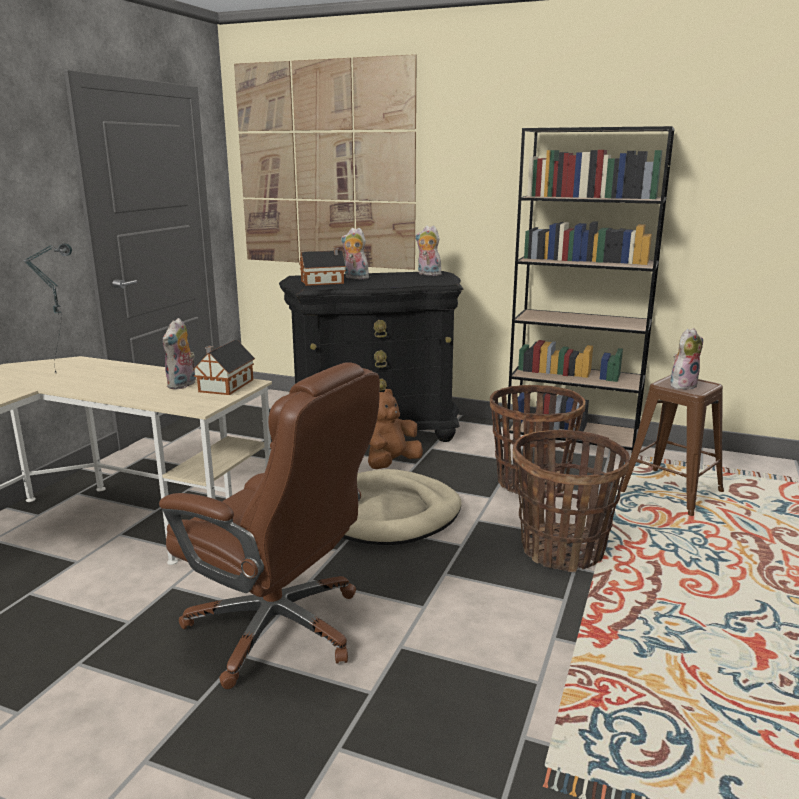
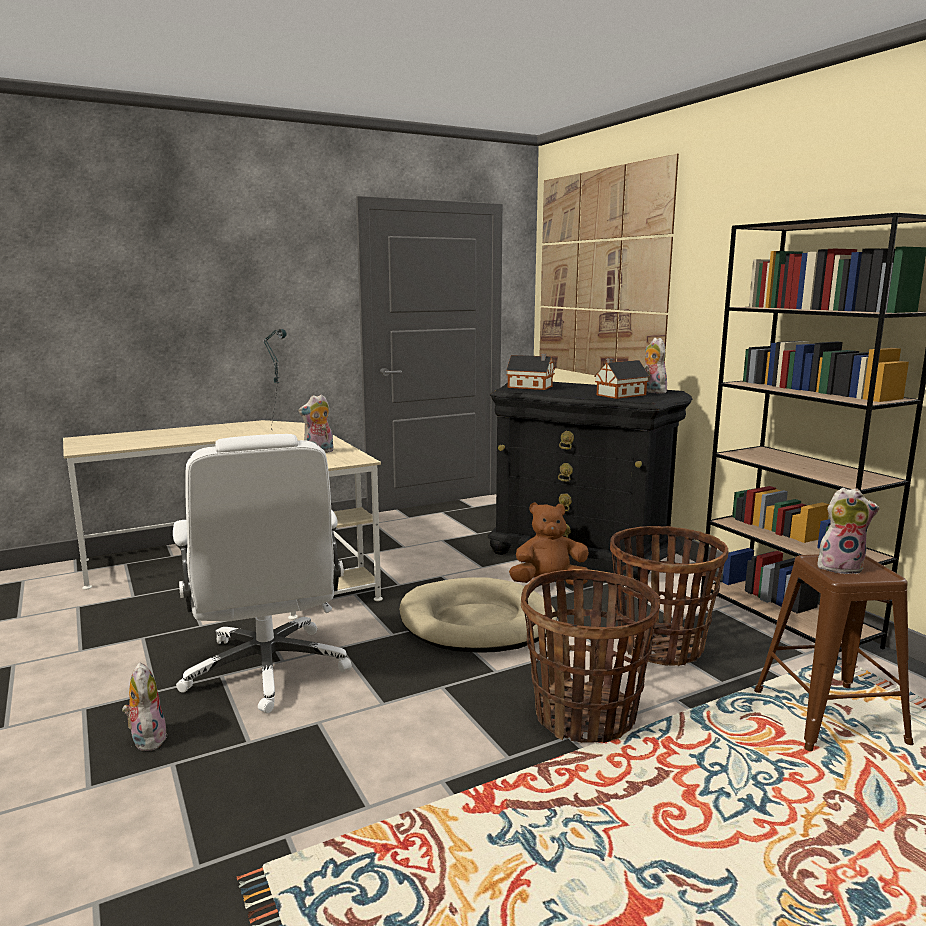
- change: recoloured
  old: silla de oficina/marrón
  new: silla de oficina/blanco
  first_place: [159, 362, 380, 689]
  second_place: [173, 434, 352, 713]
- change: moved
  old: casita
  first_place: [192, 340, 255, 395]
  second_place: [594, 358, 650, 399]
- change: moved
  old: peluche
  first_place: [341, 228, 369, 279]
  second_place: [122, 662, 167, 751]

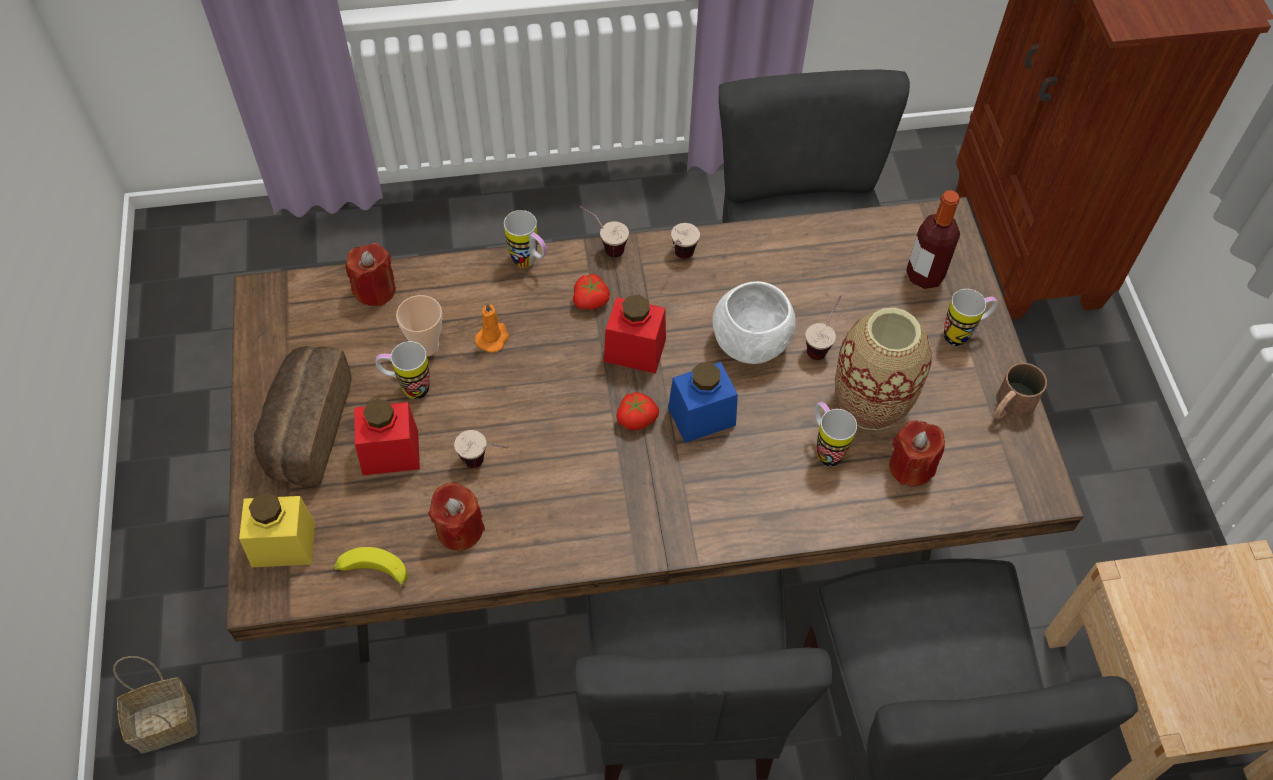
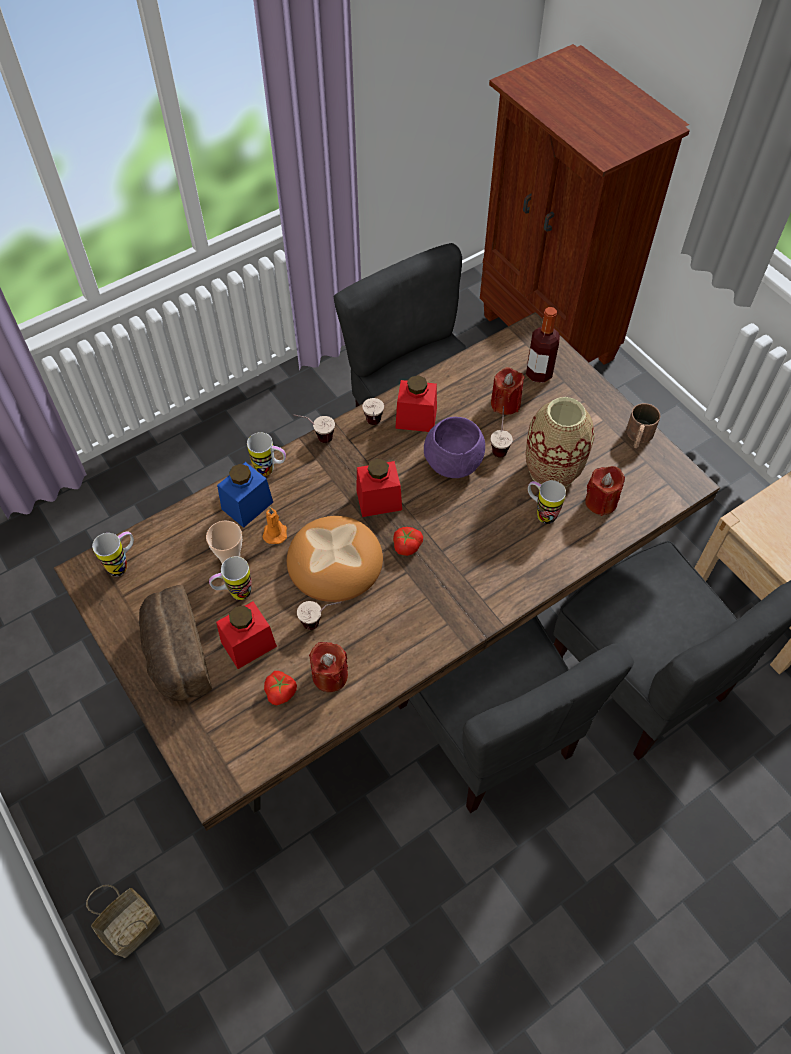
- change: removed
  old: tarro/amarillo
  first_place: [239, 492, 315, 567]
- change: removed
  old: plátano
  first_place: [333, 547, 408, 588]
- change: moved
  old: vela/rojo
  first_place: [345, 243, 396, 307]
  second_place: [491, 367, 525, 415]
- change: moved
  old: tomate
  first_place: [573, 274, 610, 310]
  second_place: [264, 671, 297, 705]
- change: moved
  old: tarro/azul
  first_place: [668, 362, 738, 443]
  second_place: [217, 462, 273, 528]
- change: recoloured
  old: cuenco/blanco
  new: cuenco/morado
  first_place: [712, 281, 796, 364]
  second_place: [424, 417, 485, 478]
- change: moved
  old: taza grande
  first_place: [944, 289, 998, 346]
  second_place: [92, 531, 134, 576]
- change: added
  new: pan
  second_place: [287, 516, 383, 602]
- change: added
  new: tarro/rojo
  second_place: [395, 375, 437, 432]

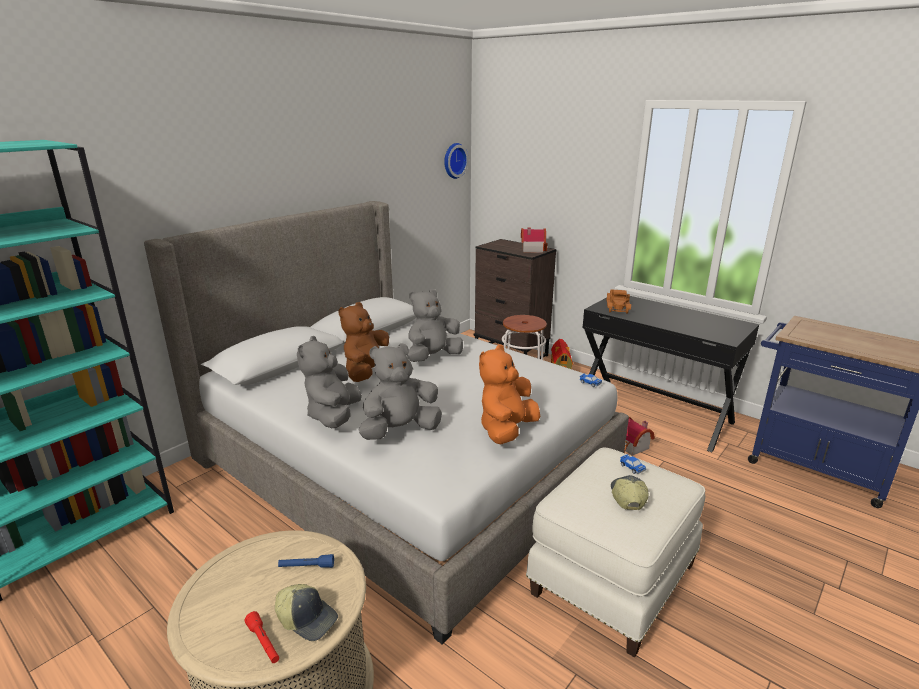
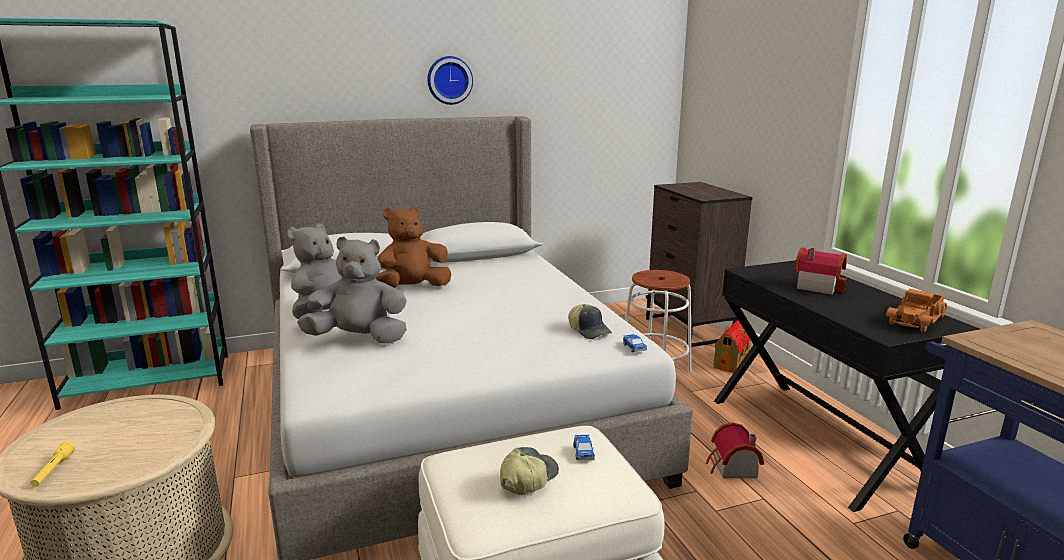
- change: recoloured
  old: linterna/rojo
  new: linterna/amarillo
  first_place: [244, 611, 279, 663]
  second_place: [30, 442, 75, 487]
- change: moved
  old: gorra
  first_place: [275, 584, 338, 641]
  second_place: [568, 304, 612, 339]
- change: removed
  old: linterna/azul
  first_place: [278, 554, 334, 568]
- change: removed
  old: peluche/gris
  first_place: [407, 289, 463, 362]
- change: moved
  old: reloj de pared
  first_place: [444, 143, 469, 179]
  second_place: [427, 56, 473, 105]
- change: removed
  old: peluche/naranja
  first_place: [479, 344, 540, 444]
- change: moved
  old: casita
  first_place: [521, 228, 547, 253]
  second_place: [794, 247, 847, 295]
- change: moved
  old: camión de juguete
  first_place: [607, 289, 631, 314]
  second_place: [886, 289, 947, 332]

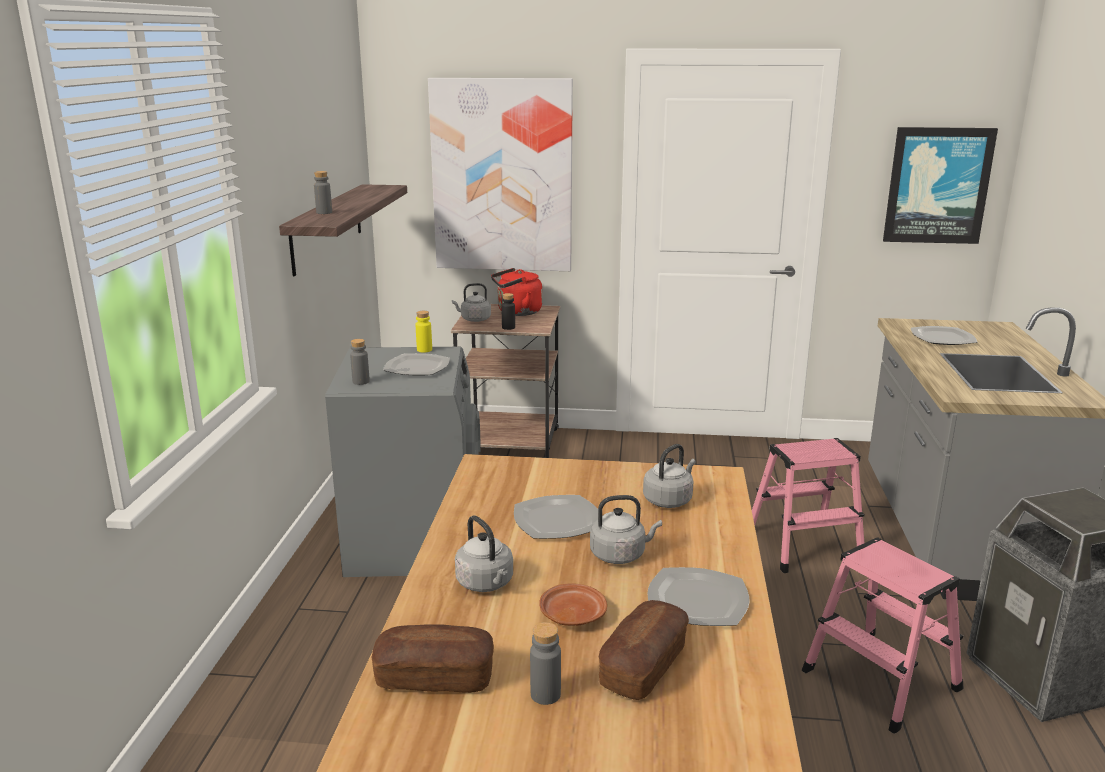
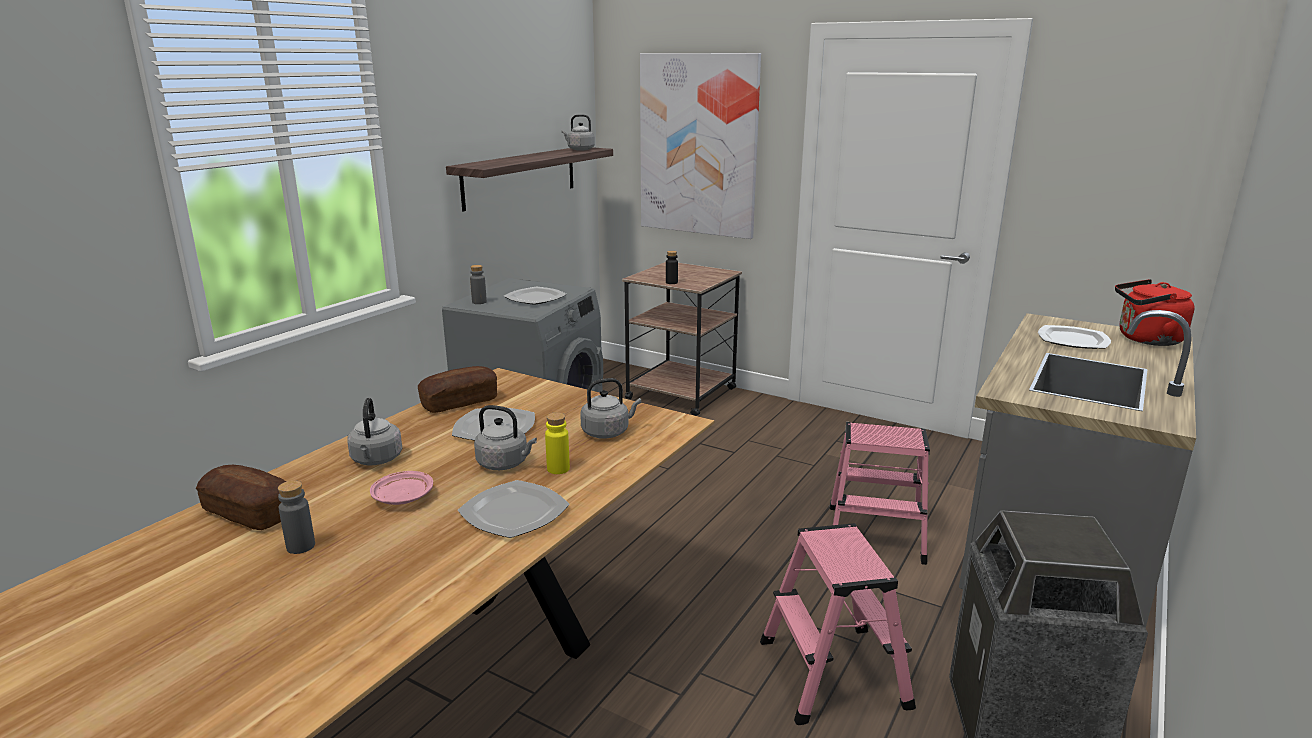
- change: removed
  old: botella/gris
  first_place: [314, 171, 332, 214]
- change: moved
  old: botella/amarillo
  first_place: [416, 311, 432, 352]
  second_place: [545, 412, 570, 474]
- change: moved
  old: hervidor/gris
  first_place: [452, 283, 491, 322]
  second_place: [561, 114, 595, 150]
- change: moved
  old: hervidor/rojo
  first_place: [491, 268, 542, 316]
  second_place: [1115, 279, 1195, 346]
- change: recoloured
  old: plato/marrón
  new: plato/rosa
  first_place: [539, 583, 607, 626]
  second_place: [370, 471, 433, 505]
- change: moved
  old: pan
  first_place: [599, 600, 689, 700]
  second_place: [418, 366, 497, 413]
- change: removed
  old: cuadro
  first_place: [883, 127, 998, 244]

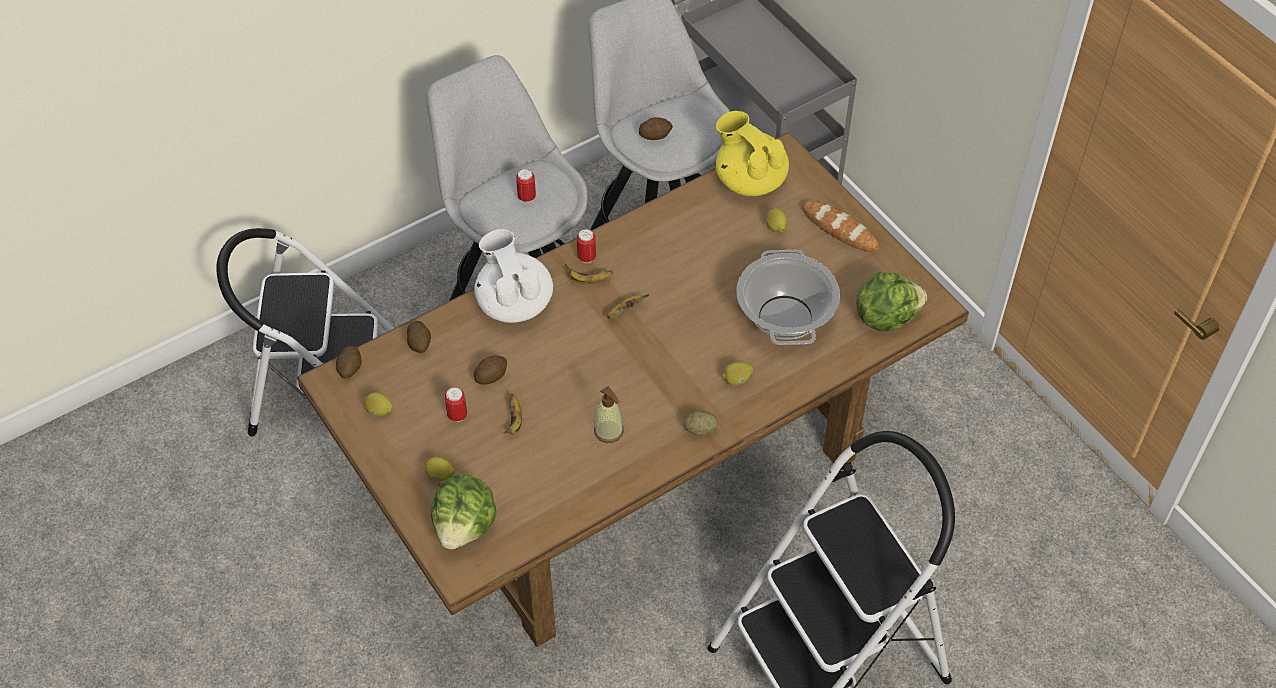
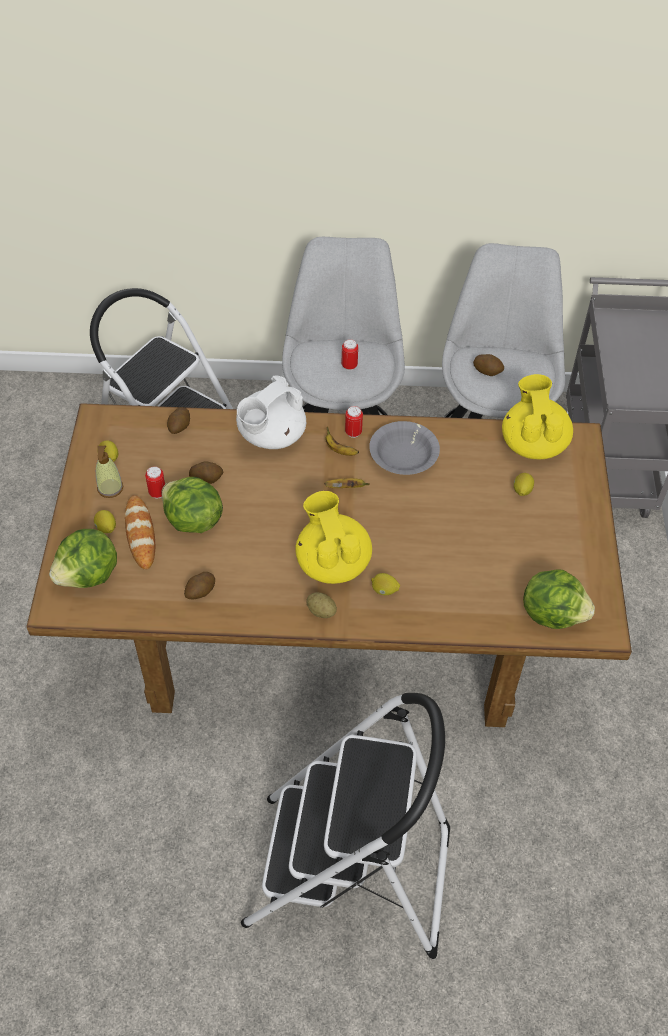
- change: moved
  old: patata
  first_place: [336, 346, 361, 379]
  second_place: [184, 572, 215, 599]
- change: turned
  old: tetera/blanco
  first_place: [474, 229, 553, 323]
  second_place: [236, 376, 306, 449]
  degrees: -150
- change: replaced
  old: plátano
  new: lechuga
  first_place: [504, 394, 522, 434]
  second_place: [162, 477, 223, 533]
- change: moved
  old: dispensador de jabón
  first_place: [594, 386, 624, 443]
  second_place: [96, 446, 123, 498]
- change: removed
  old: olla
  first_place: [737, 250, 840, 345]
- change: moved
  old: pan
  first_place: [802, 201, 879, 252]
  second_place: [125, 495, 155, 570]
- change: added
  new: tetera/amarillo
  second_place: [295, 491, 372, 584]
- change: added
  new: cuenco/gris
  second_place: [369, 421, 440, 475]

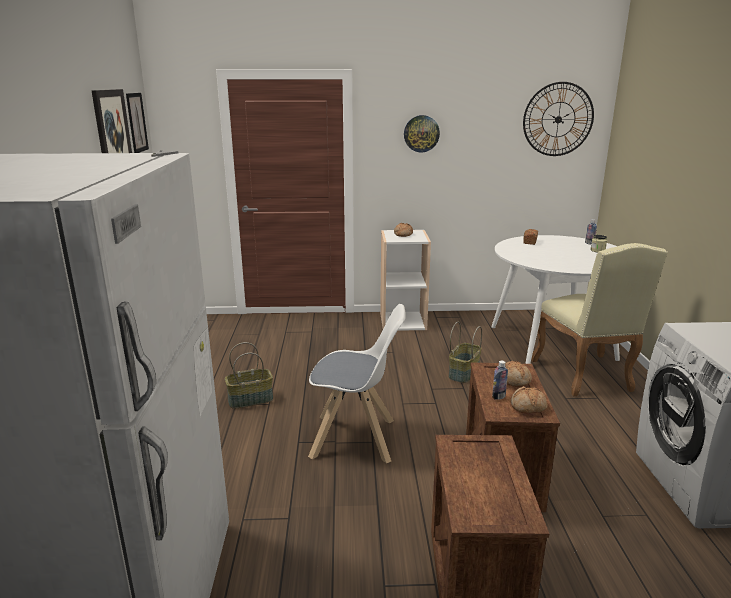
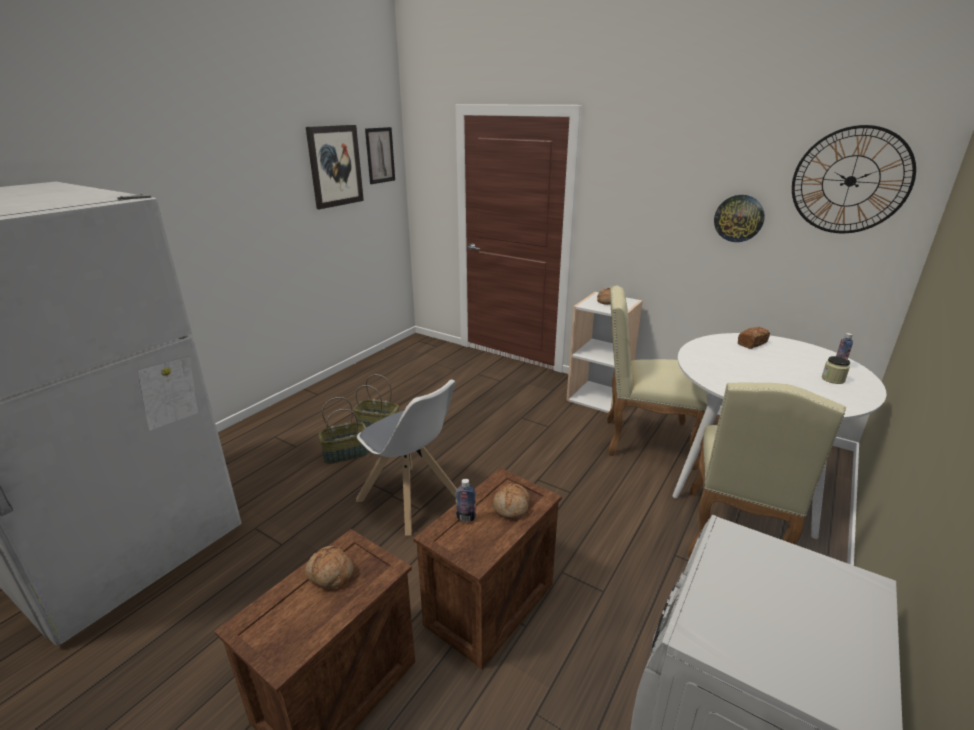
- change: moved
  old: reloj de pared
  first_place: [404, 115, 440, 152]
  second_place: [714, 195, 765, 242]
- change: moved
  old: cesta
  first_place: [449, 322, 482, 383]
  second_place: [318, 397, 369, 464]
- change: moved
  old: pan
  first_place: [511, 386, 548, 414]
  second_place: [305, 546, 354, 588]
- change: added
  new: silla/beis
  second_place: [607, 285, 708, 470]

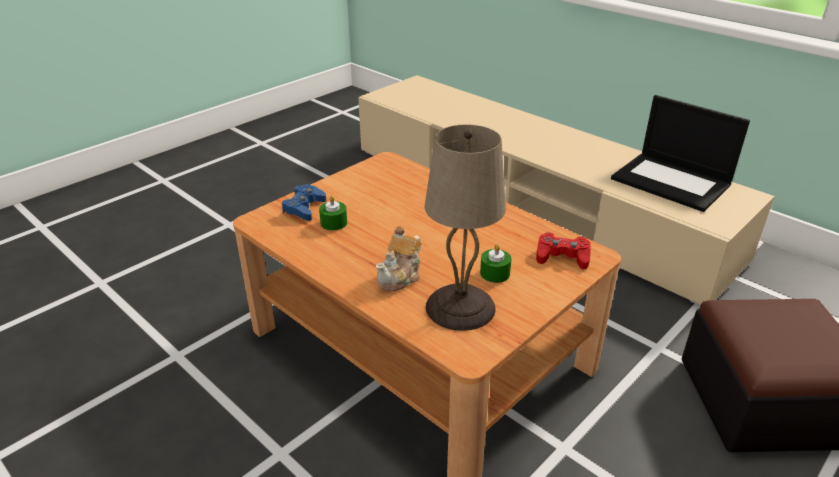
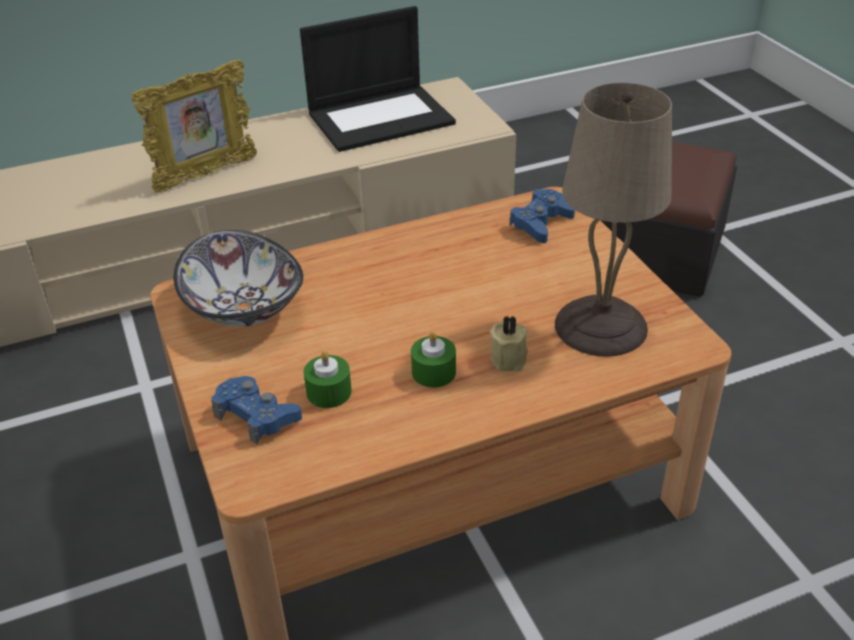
- change: replaced
  old: tetera
  new: vela/beis
  first_place: [376, 226, 422, 291]
  second_place: [490, 316, 528, 371]
- change: moved
  old: vela/verde
  first_place: [480, 244, 511, 283]
  second_place: [411, 331, 456, 388]
- change: recoloured
  old: mando de consola/rojo
  new: mando de consola/azul
  first_place: [536, 232, 591, 270]
  second_place: [509, 189, 575, 243]
- change: added
  new: portarretratos
  second_place: [131, 59, 257, 193]
- change: added
  new: cuenco
  second_place: [174, 230, 303, 327]

